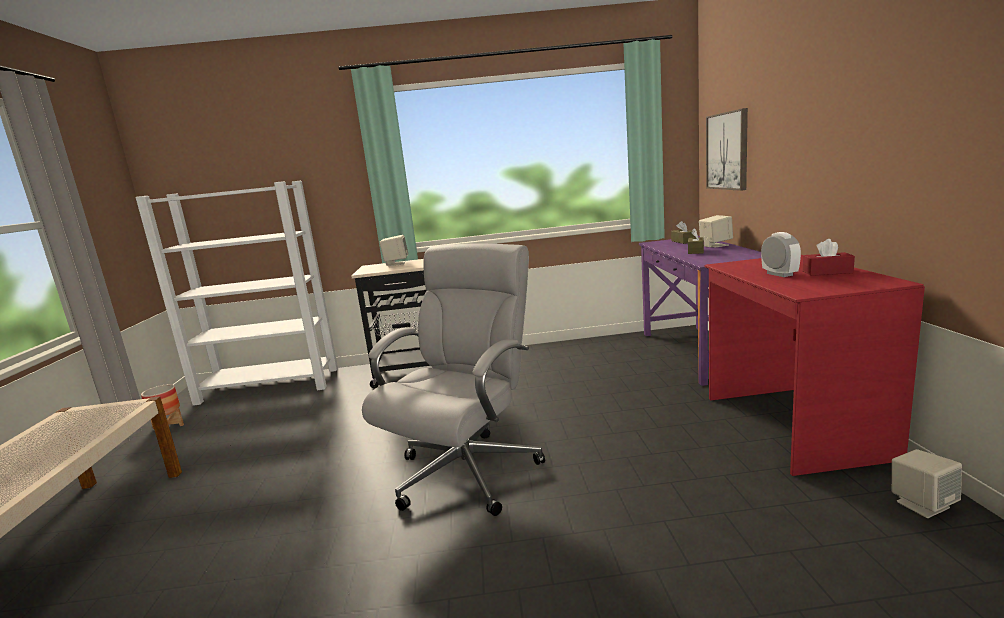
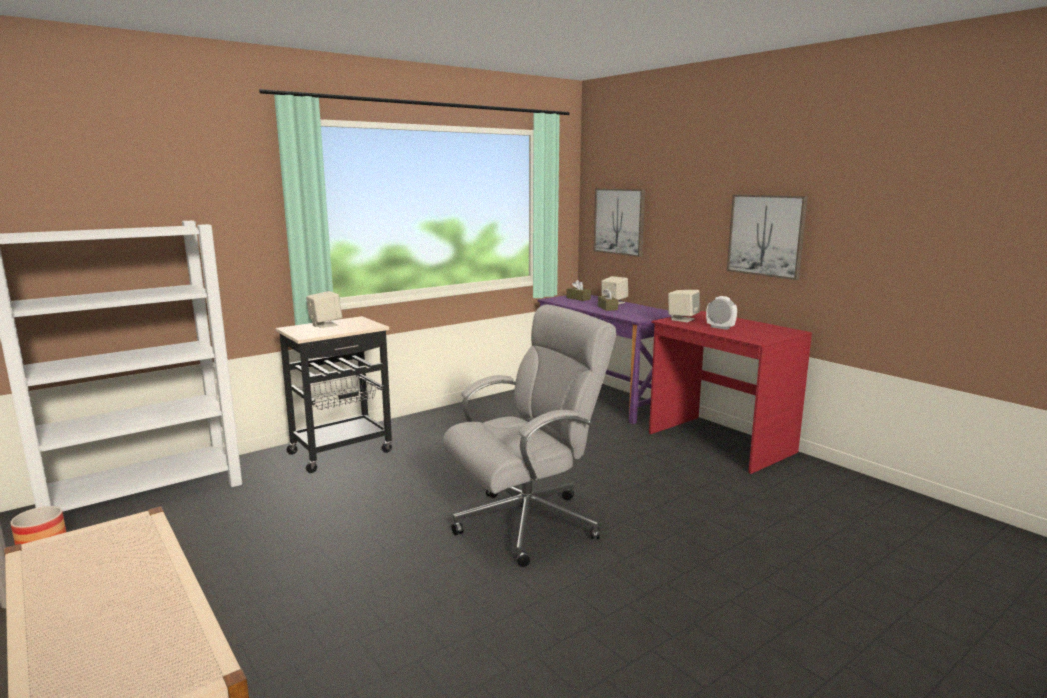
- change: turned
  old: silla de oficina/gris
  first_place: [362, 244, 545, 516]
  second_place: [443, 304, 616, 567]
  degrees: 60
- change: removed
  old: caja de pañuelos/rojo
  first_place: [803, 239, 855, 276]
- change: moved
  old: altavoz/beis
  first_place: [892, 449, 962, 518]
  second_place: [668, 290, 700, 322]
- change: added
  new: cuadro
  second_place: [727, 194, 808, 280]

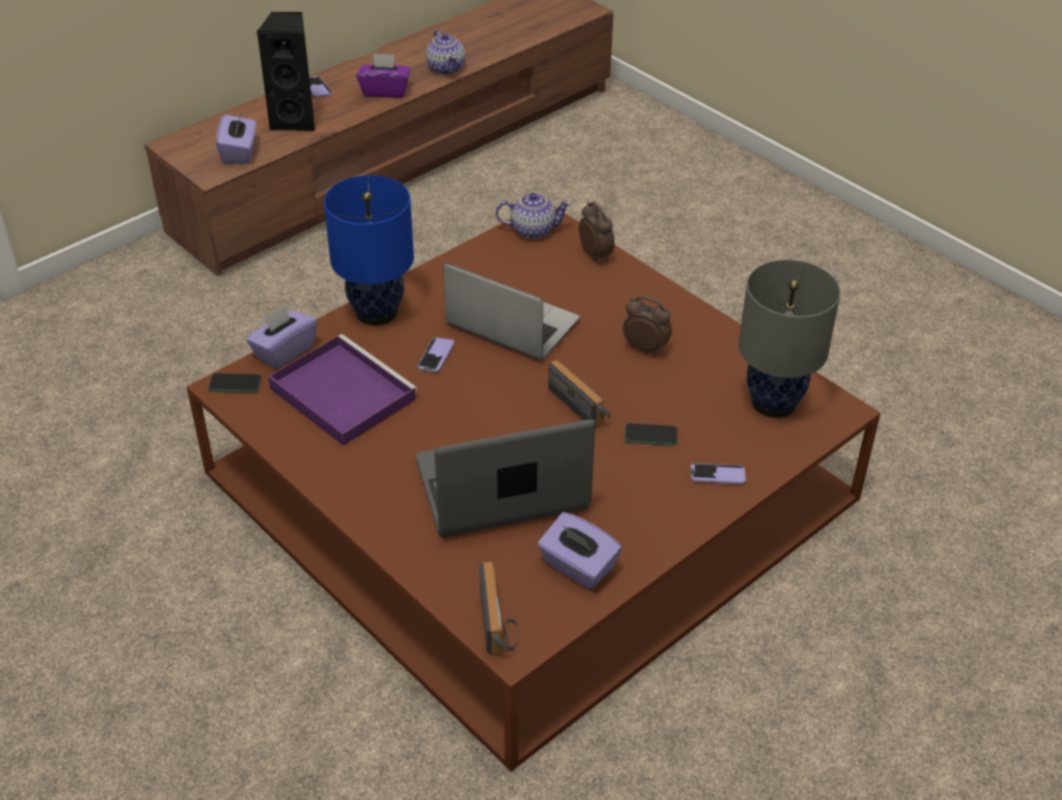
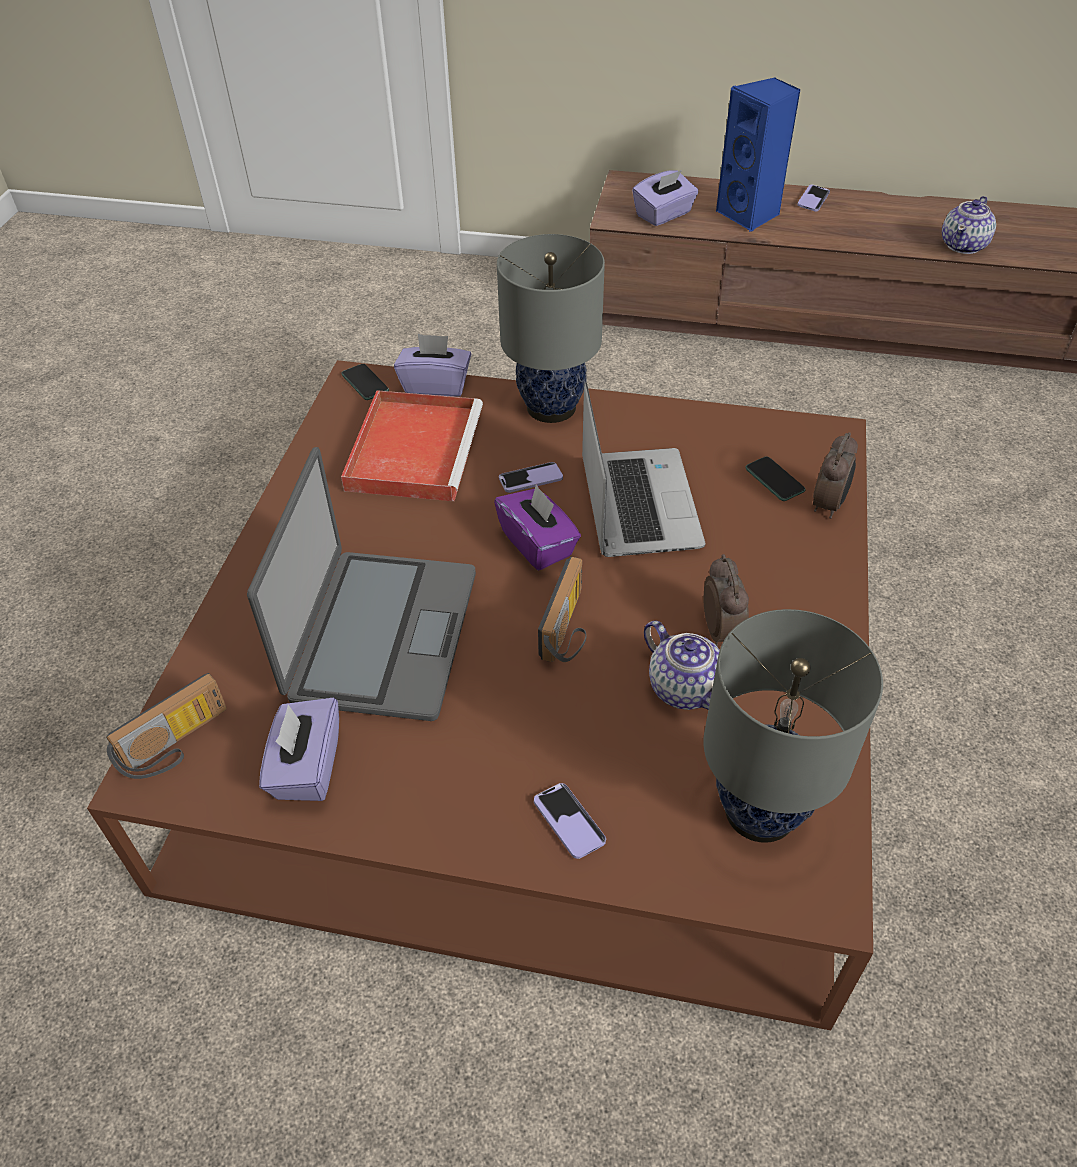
- change: recoloured
  old: altavoz/negro
  new: altavoz/azul
  first_place: [257, 12, 315, 131]
  second_place: [716, 77, 800, 232]
- change: recoloured
  old: bandeja/morado
  new: bandeja/rojo
  first_place: [268, 334, 418, 446]
  second_place: [341, 390, 483, 501]
- change: recoloured
  old: lámpara de mesa/azul
  new: lámpara de mesa/gris
  first_place: [324, 175, 414, 326]
  second_place: [497, 234, 605, 423]
- change: moved
  old: caja de pañuelos/morado
  first_place: [357, 53, 411, 98]
  second_place: [494, 483, 581, 571]
- change: turned
  old: portátil
  first_place: [416, 419, 595, 537]
  second_place: [247, 447, 476, 721]
  degrees: 60
- change: moved
  old: tetera
  first_place: [496, 193, 572, 239]
  second_place: [644, 620, 720, 710]
- change: moved
  old: móvil
  first_place: [625, 423, 677, 446]
  second_place: [745, 456, 806, 501]

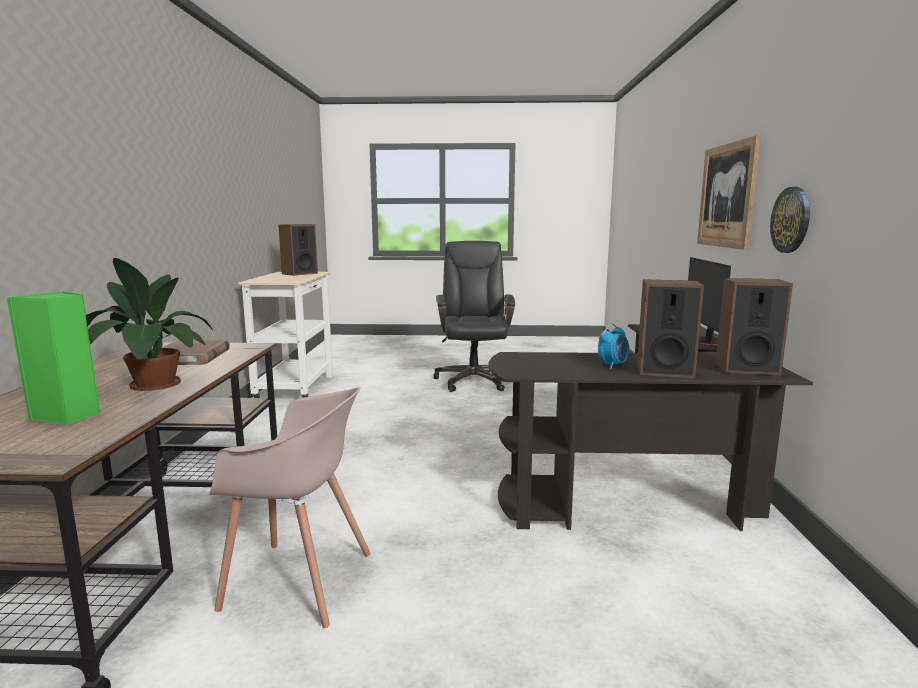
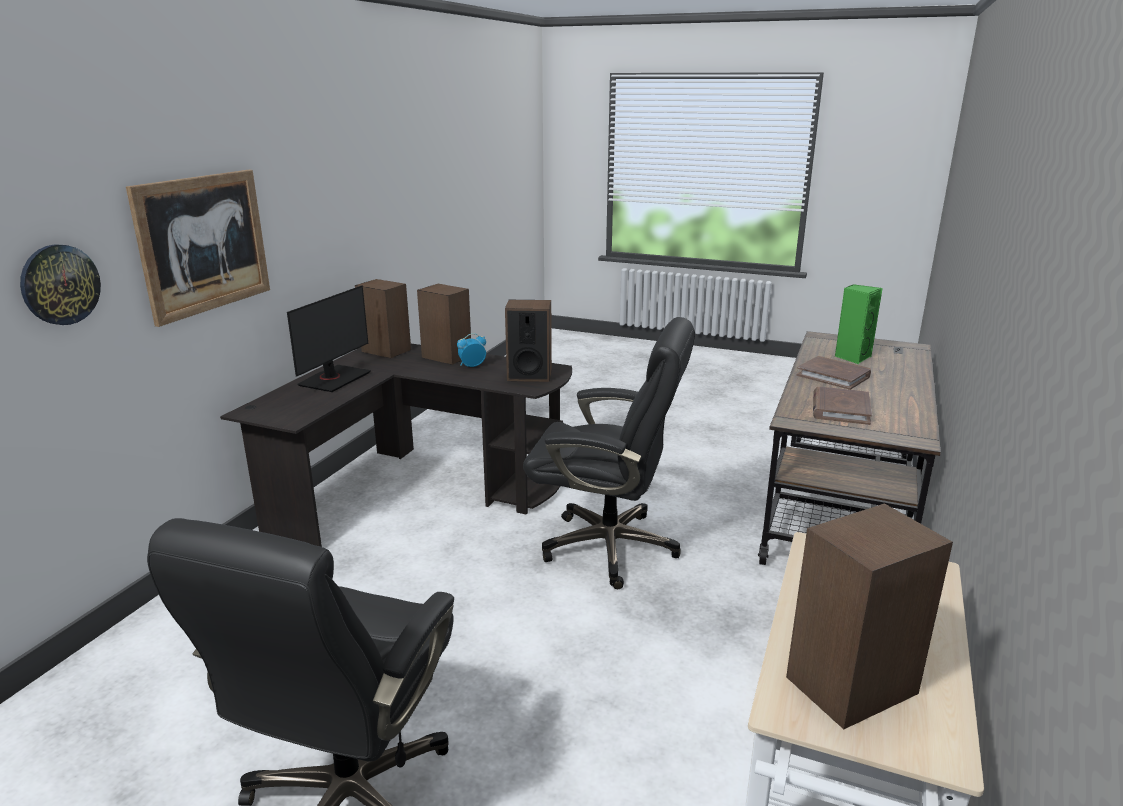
- change: replaced
  old: planta en maceta
  new: libro/marrón
  first_place: [86, 258, 213, 391]
  second_place: [796, 356, 871, 390]
- change: removed
  old: silla/beis
  first_place: [210, 387, 371, 628]
- change: moved
  old: reloj de pared
  first_place: [770, 187, 810, 253]
  second_place: [20, 245, 101, 325]
- change: added
  new: altavoz
  second_place: [505, 300, 552, 382]
- change: added
  new: silla de oficina/negro
  second_place: [523, 317, 695, 589]

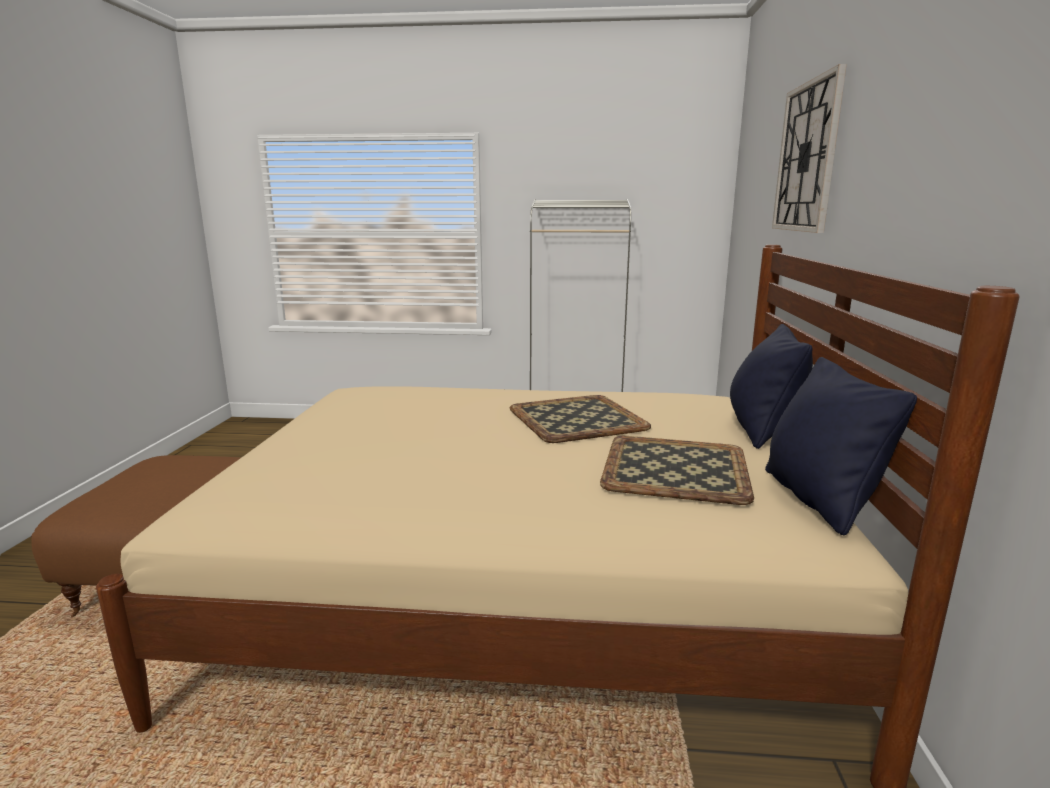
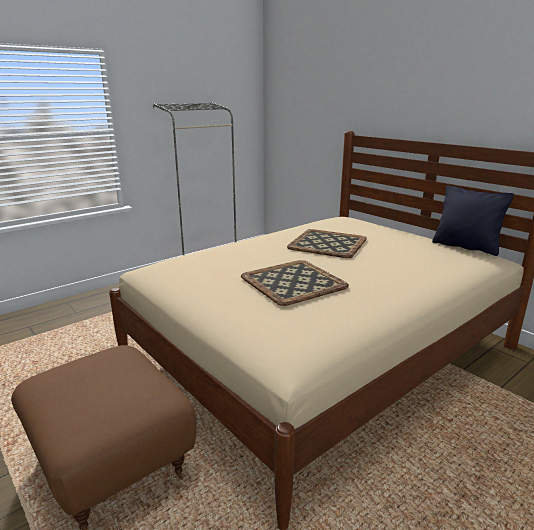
- change: moved
  old: bandeja
  first_place: [600, 436, 754, 505]
  second_place: [241, 260, 349, 306]
- change: removed
  old: cojín/negro
  first_place: [730, 324, 813, 449]
- change: removed
  old: reloj de pared
  first_place: [772, 64, 847, 233]

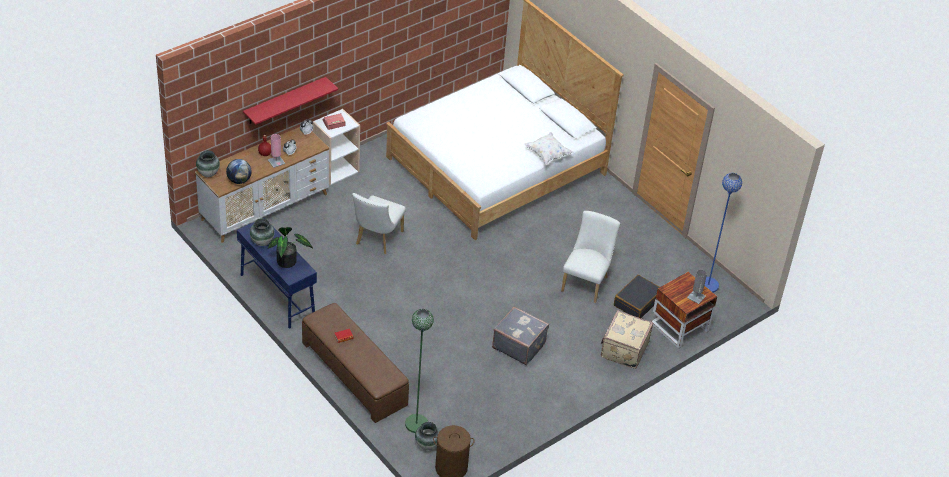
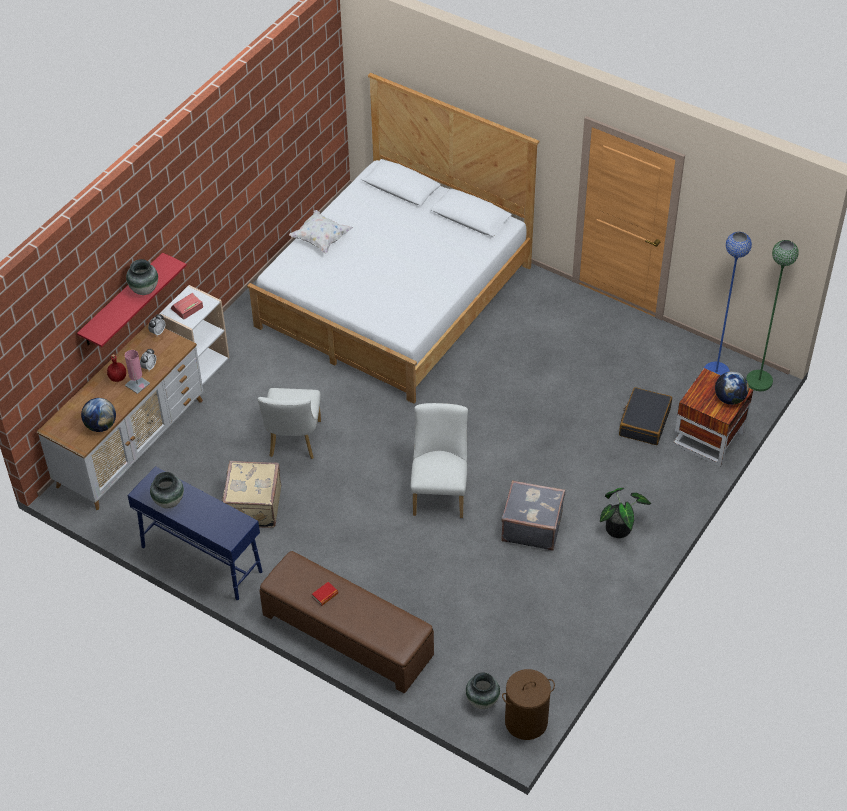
- change: moved
  old: florero
  first_place: [196, 150, 220, 177]
  second_place: [126, 259, 158, 295]
- change: moved
  old: planta en maceta
  first_place: [268, 227, 313, 268]
  second_place: [600, 488, 651, 538]
- change: moved
  old: lámpara de pie/verde
  first_place: [405, 309, 434, 433]
  second_place: [746, 240, 799, 391]
- change: moved
  old: cojín/blanco
  first_place: [525, 132, 574, 165]
  second_place: [289, 210, 353, 254]
- change: moved
  old: silla/blanco
  first_place: [561, 211, 620, 303]
  second_place: [410, 403, 468, 518]
- change: moved
  old: maleta/beis
  first_place: [601, 310, 653, 369]
  second_place: [222, 461, 281, 528]
- change: replaced
  old: lámpara de mesa/gris
  new: globo terráqueo
  first_place: [687, 270, 707, 304]
  second_place: [715, 371, 749, 405]

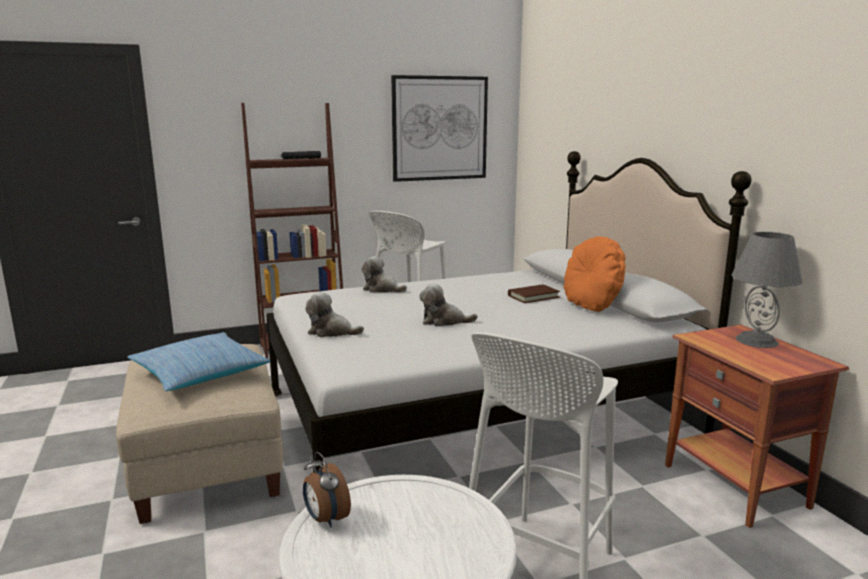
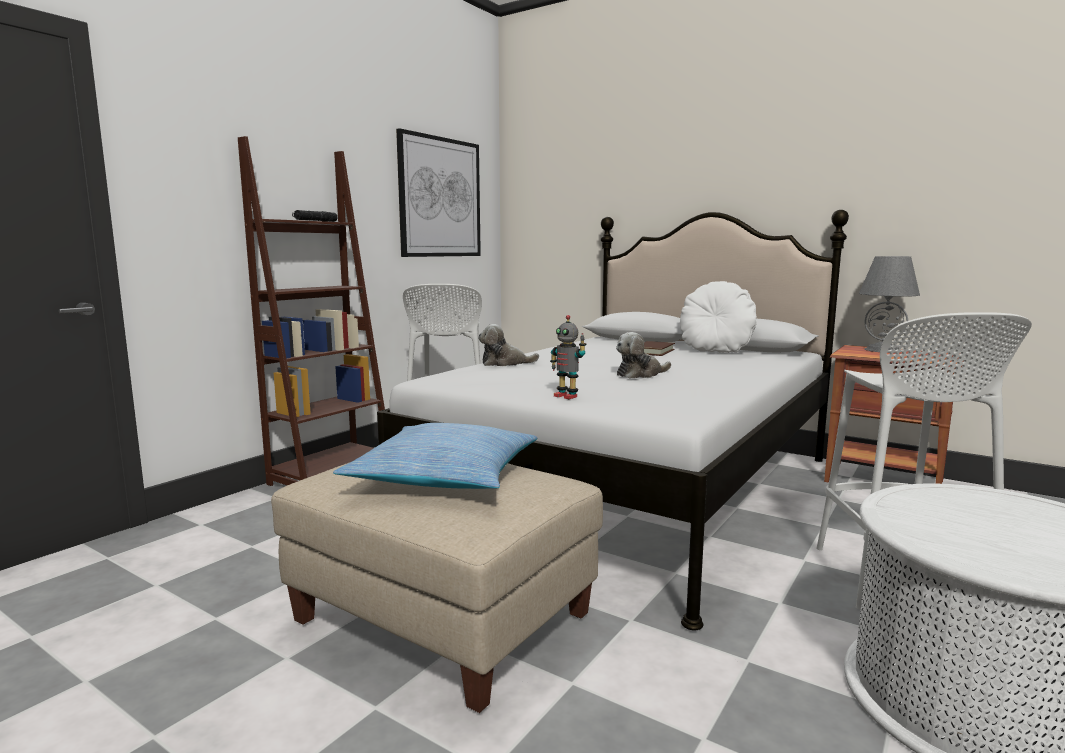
- change: removed
  old: despertador
  first_place: [303, 452, 351, 528]
- change: replaced
  old: peluche
  new: robot de juguete
  first_place: [305, 292, 364, 337]
  second_place: [550, 315, 586, 399]
- change: recoloured
  old: cojín/naranja
  new: cojín/blanco
  first_place: [563, 236, 626, 312]
  second_place: [680, 281, 757, 353]

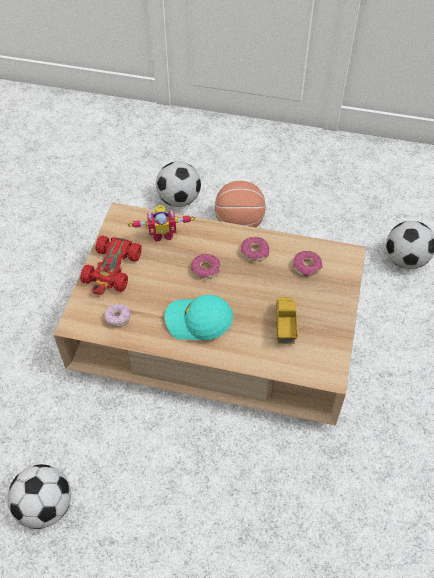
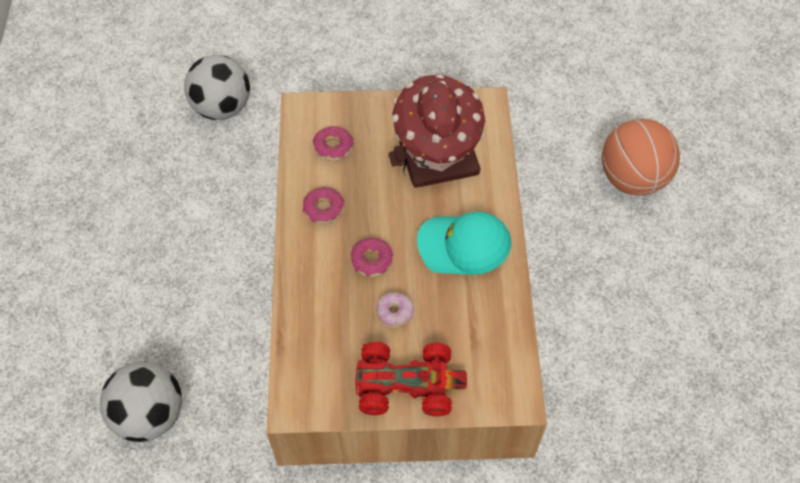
- change: removed
  old: balón de fútbol
  first_place: [7, 464, 71, 529]
- change: moved
  old: rosquilla
  first_place: [104, 304, 131, 327]
  second_place: [377, 292, 414, 328]
- change: removed
  old: robot de juguete
  first_place: [128, 205, 195, 242]
- change: turned
  old: gorra/turquesa
  first_place: [165, 295, 233, 340]
  second_place: [417, 212, 511, 275]
  degrees: 105
- change: moved
  old: balón de baloncesto
  first_place: [215, 181, 266, 228]
  second_place: [602, 119, 680, 195]
- change: replaced
  old: camión de juguete
  new: casita
  first_place: [276, 297, 298, 344]
  second_place: [389, 74, 485, 188]

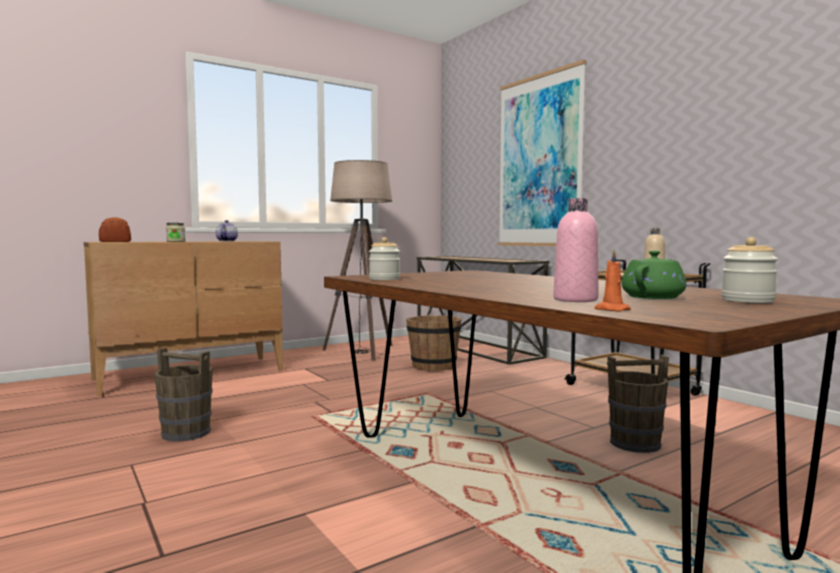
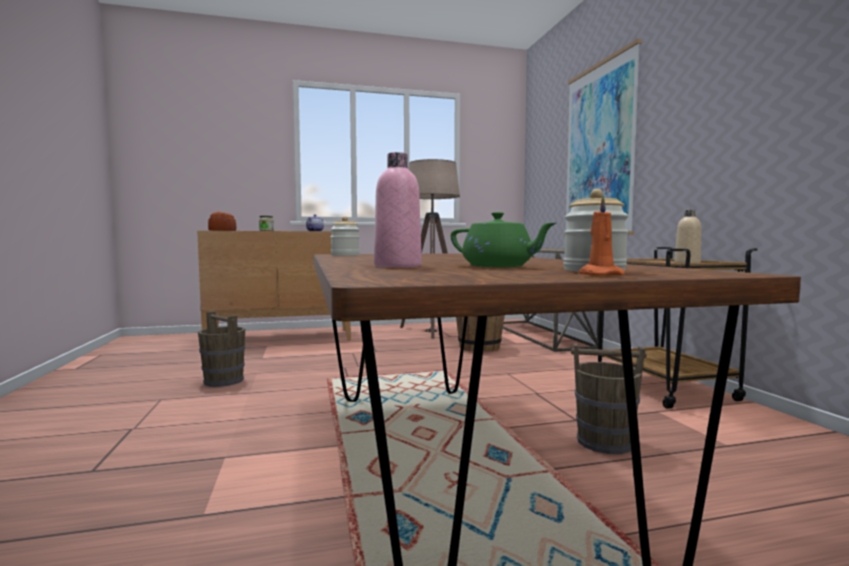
- change: moved
  old: vela/naranja
  first_place: [594, 249, 631, 311]
  second_place: [578, 195, 625, 276]
- change: turned
  old: tetera/verde
  first_place: [622, 251, 686, 299]
  second_place: [451, 212, 556, 267]
  degrees: 60

